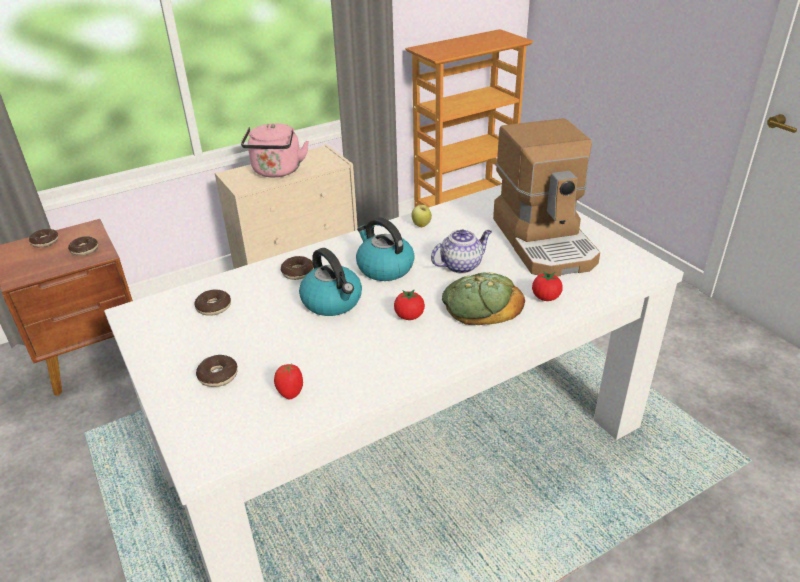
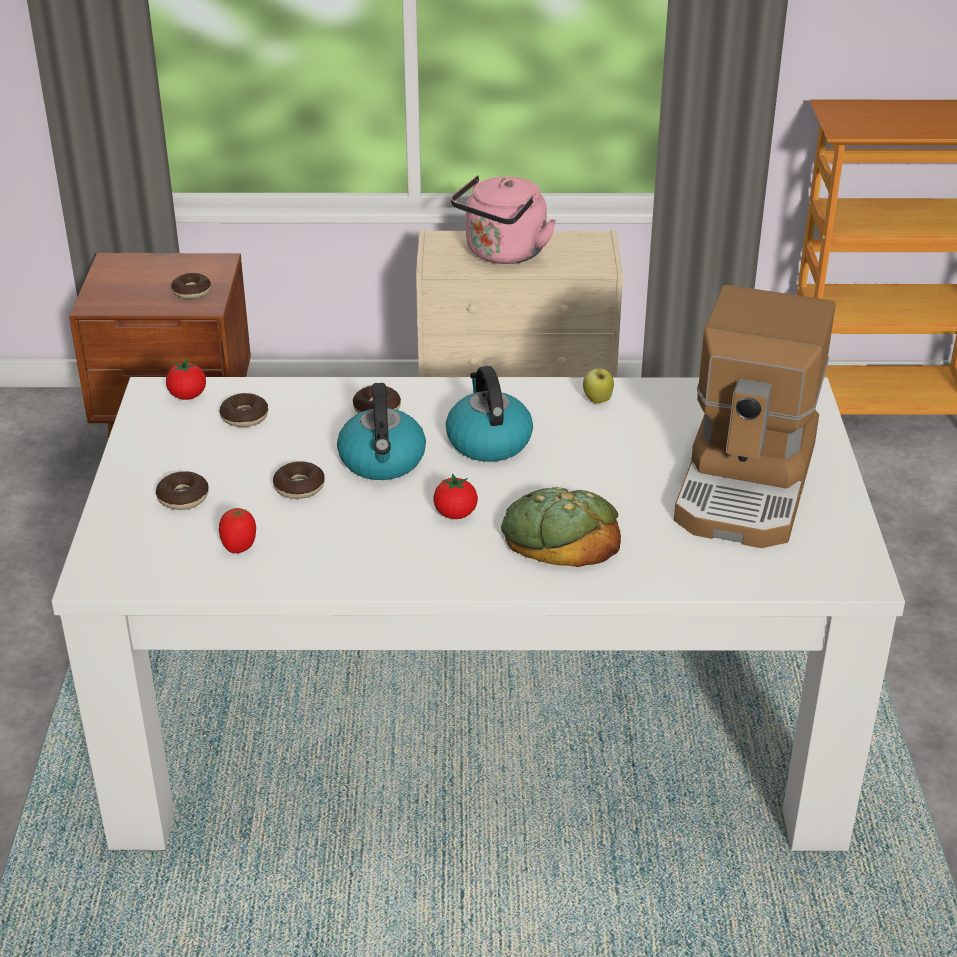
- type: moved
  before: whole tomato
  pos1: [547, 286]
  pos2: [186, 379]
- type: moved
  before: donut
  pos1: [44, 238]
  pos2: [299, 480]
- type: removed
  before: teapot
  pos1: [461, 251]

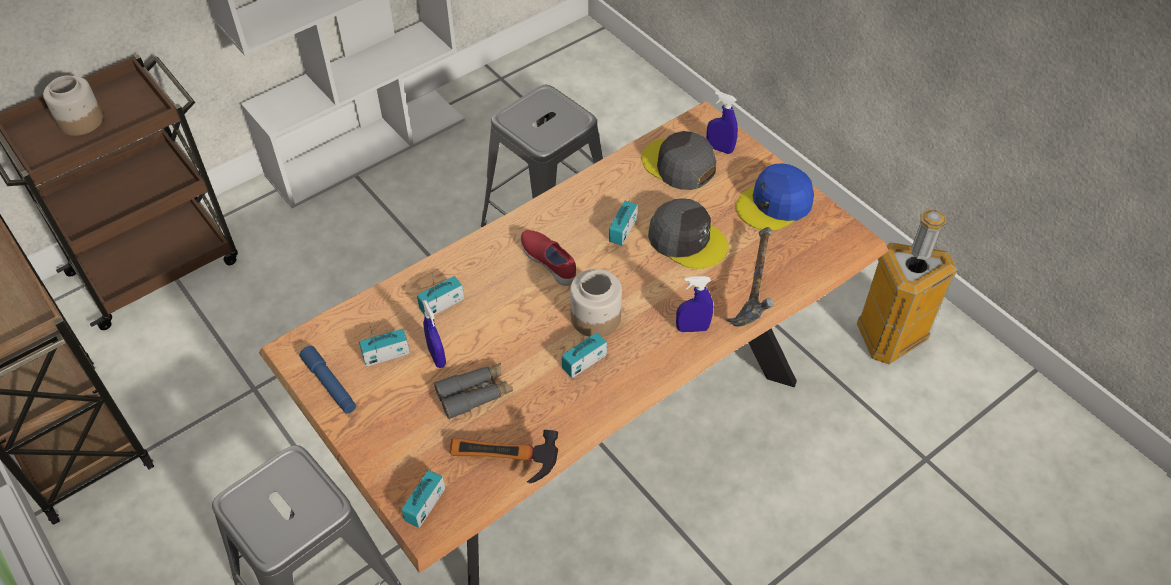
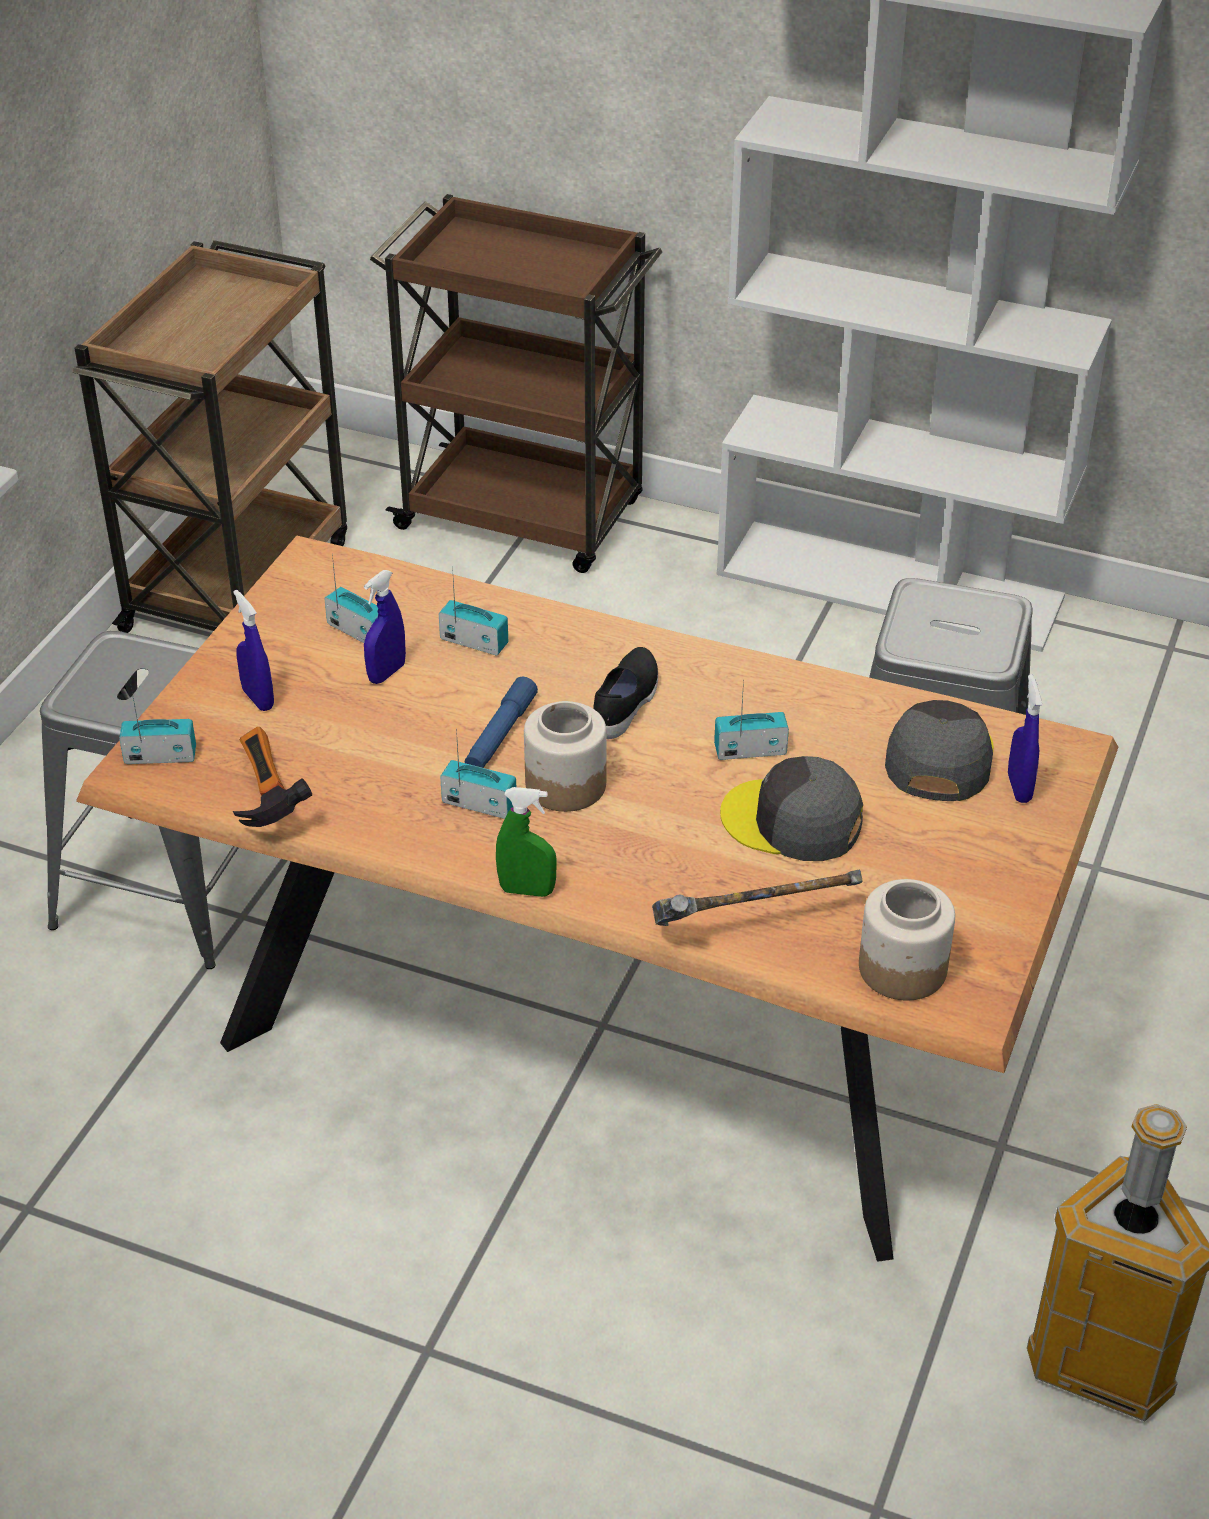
- type: moved
  before: hand sprayer (blue-coloured)
  pos1: [694, 304]
  pos2: [253, 650]
- type: moved
  before: flashlight (blue-coloured)
  pos1: [328, 380]
  pos2: [501, 722]
- type: added
  after: hand sprayer (green-coloured)
  pos2: [526, 842]
- type: recoloured
  before: low shoe (red)
  after: low shoe (black)
  pos1: [548, 258]
  pos2: [625, 693]
- type: turned
  before: peaked cap (grey)
  pos1: [688, 233]
  pos2: [791, 808]
  turn: 105
- type: moved
  before: jar
  pos1: [73, 106]
  pos2: [907, 939]
- type: removed
  before: binoculars (grey)
  pos1: [473, 391]
- type: removed
  before: peaked cap (blue-coloured)
  pos1: [775, 197]

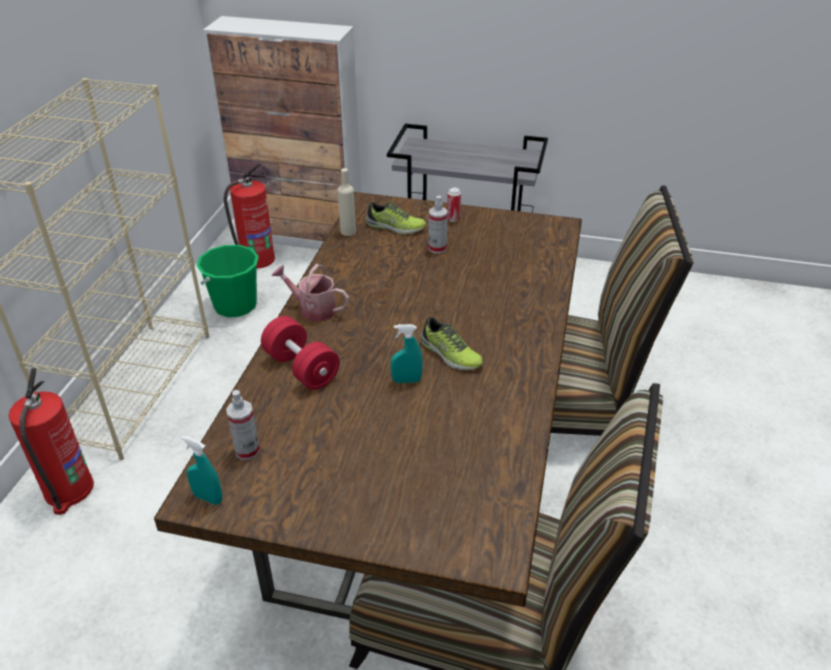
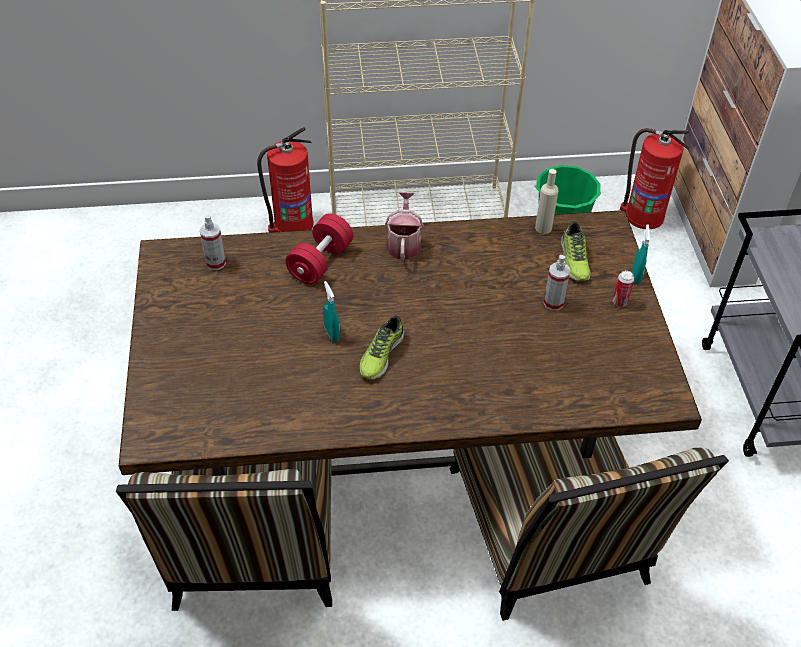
- type: moved
  before: hand sprayer (turquoise)
  pos1: [201, 470]
  pos2: [641, 254]

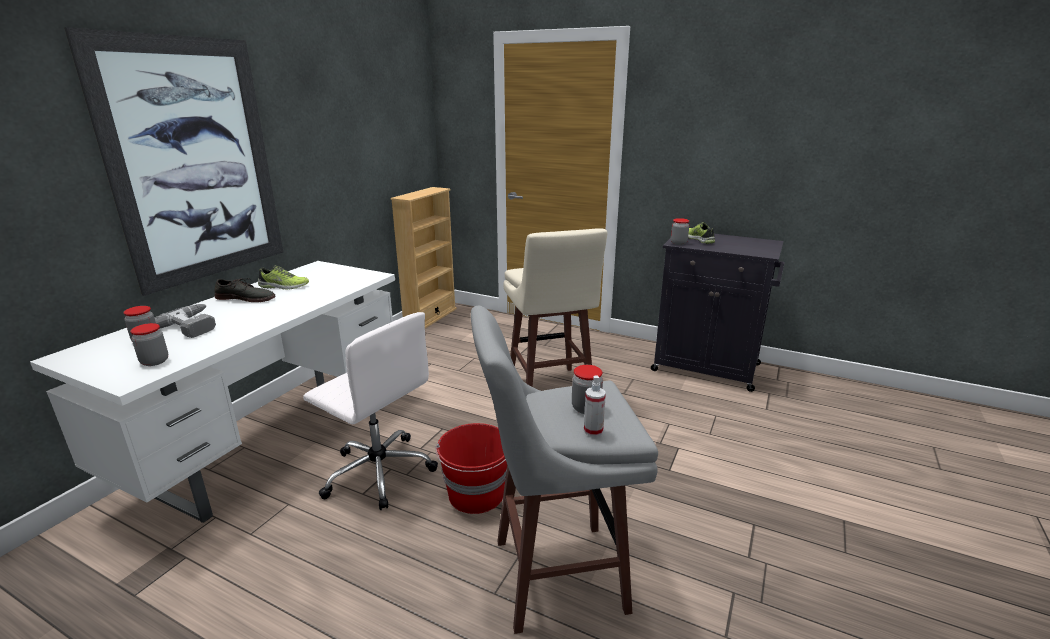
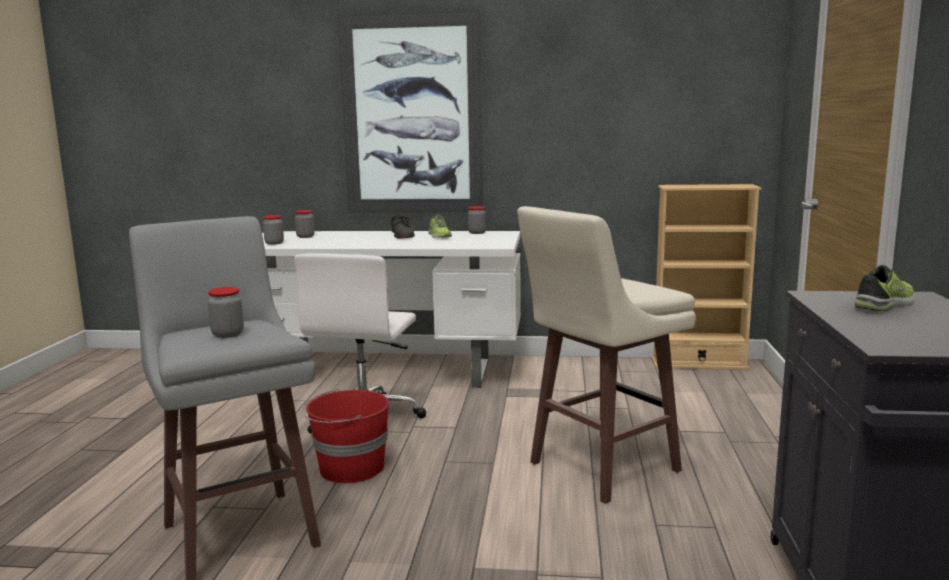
- type: moved
  before: jar
  pos1: [680, 231]
  pos2: [477, 220]
- type: removed
  before: drill
  pos1: [185, 321]
- type: removed
  before: hand sprayer
  pos1: [595, 406]

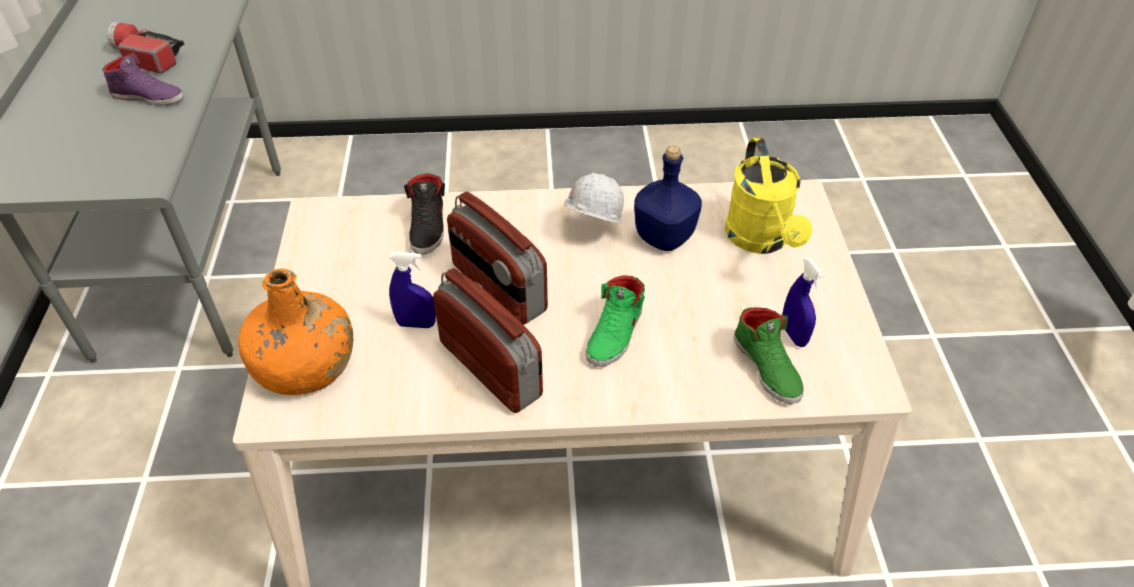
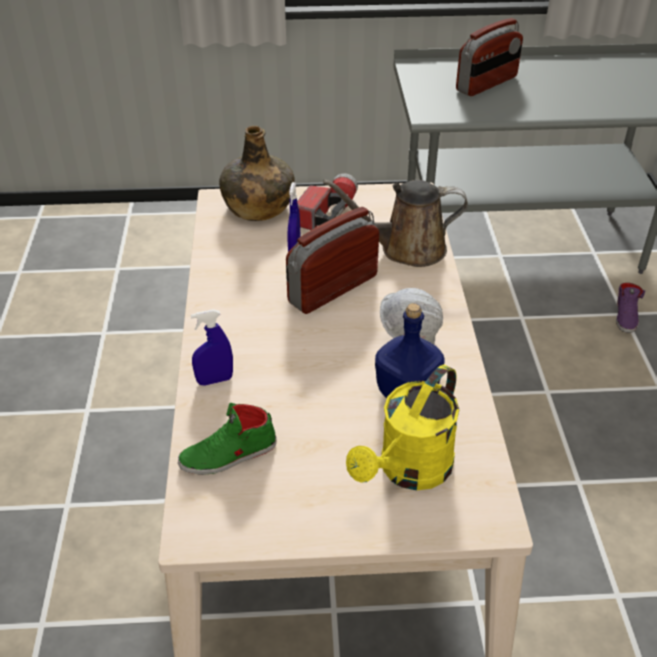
- type: moved
  before: hand sprayer (blue-coloured)
  pos1: [803, 302]
  pos2: [212, 347]
- type: recoloured
  before: bottle (orangey)
  after: bottle (green-coloured)
  pos1: [295, 332]
  pos2: [257, 173]
- type: moved
  before: flashlight
  pos1: [145, 48]
  pos2: [327, 201]
- type: replaced
  before: low shoe (black)
  after: watering can (brownish)
  pos1: [424, 213]
  pos2: [395, 223]
- type: turned
  before: watering can (yellow-coloured)
  pos1: [768, 195]
  pos2: [402, 427]
  turn: -45
- type: moved
  before: radio
  pos1: [488, 340]
  pos2: [489, 57]
- type: moved
  before: low shoe (purplish)
  pos1: [143, 79]
  pos2: [630, 308]
- type: removed
  before: low shoe (green-coloured)
  pos1: [615, 321]

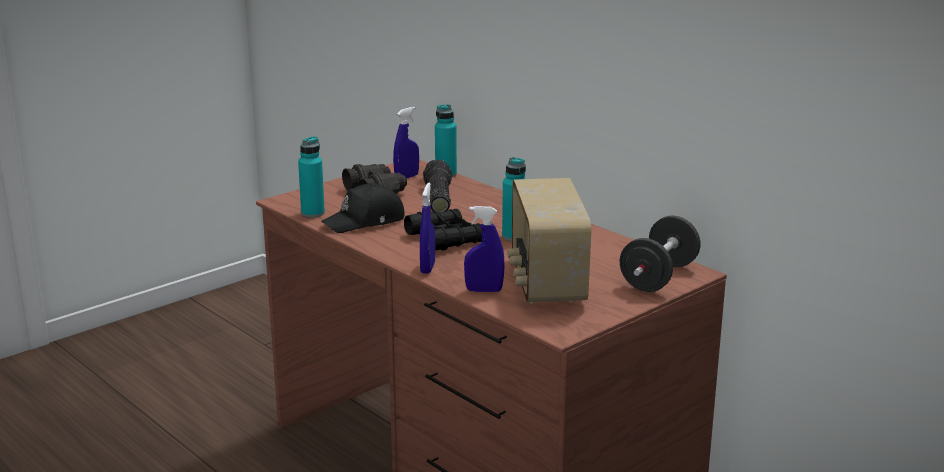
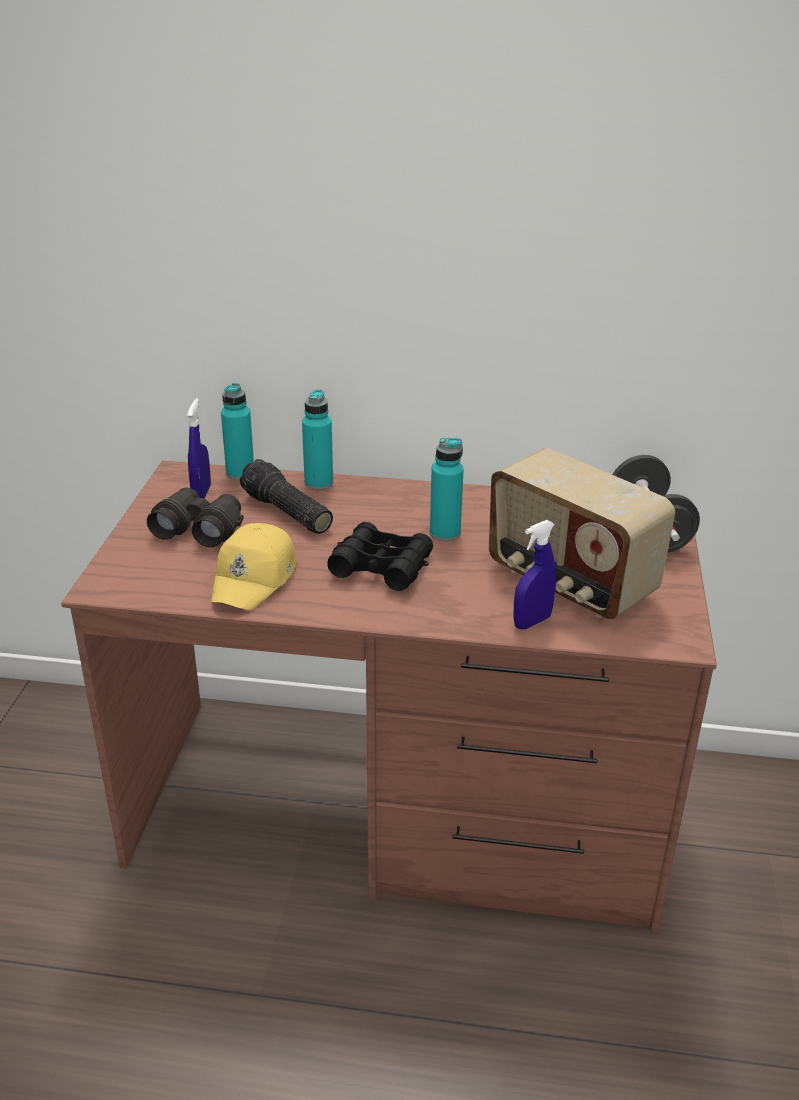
- type: recoloured
  before: peaked cap (black)
  after: peaked cap (yellow-coloured)
  pos1: [363, 208]
  pos2: [254, 566]
- type: moved
  before: bottle (turquoise)
  pos1: [311, 177]
  pos2: [317, 440]
- type: removed
  before: hand sprayer (blue-coloured)
  pos1: [427, 228]

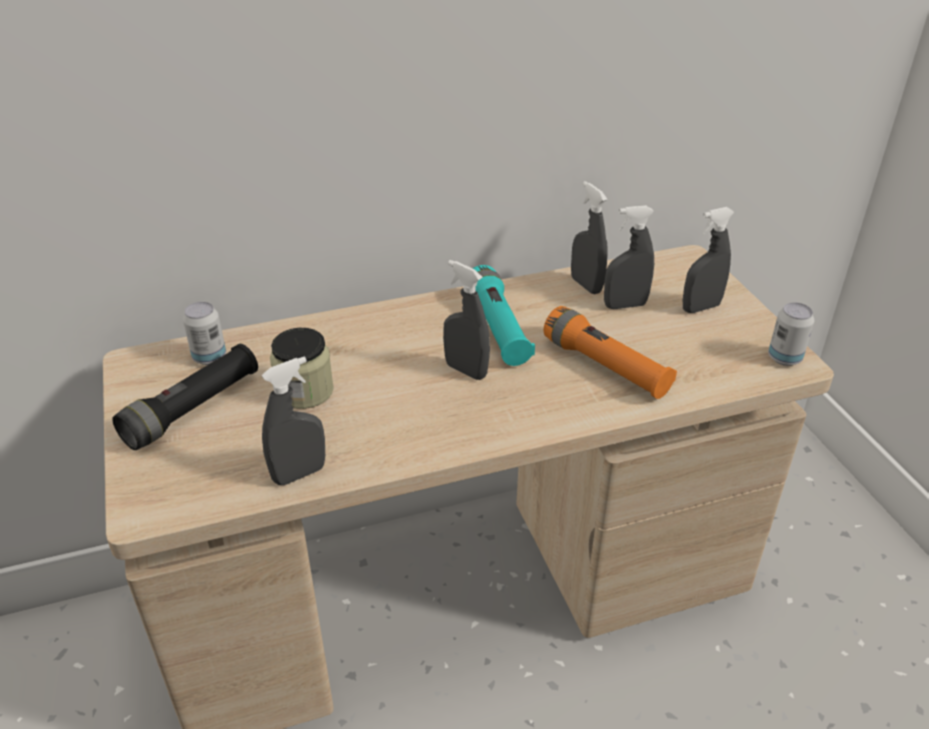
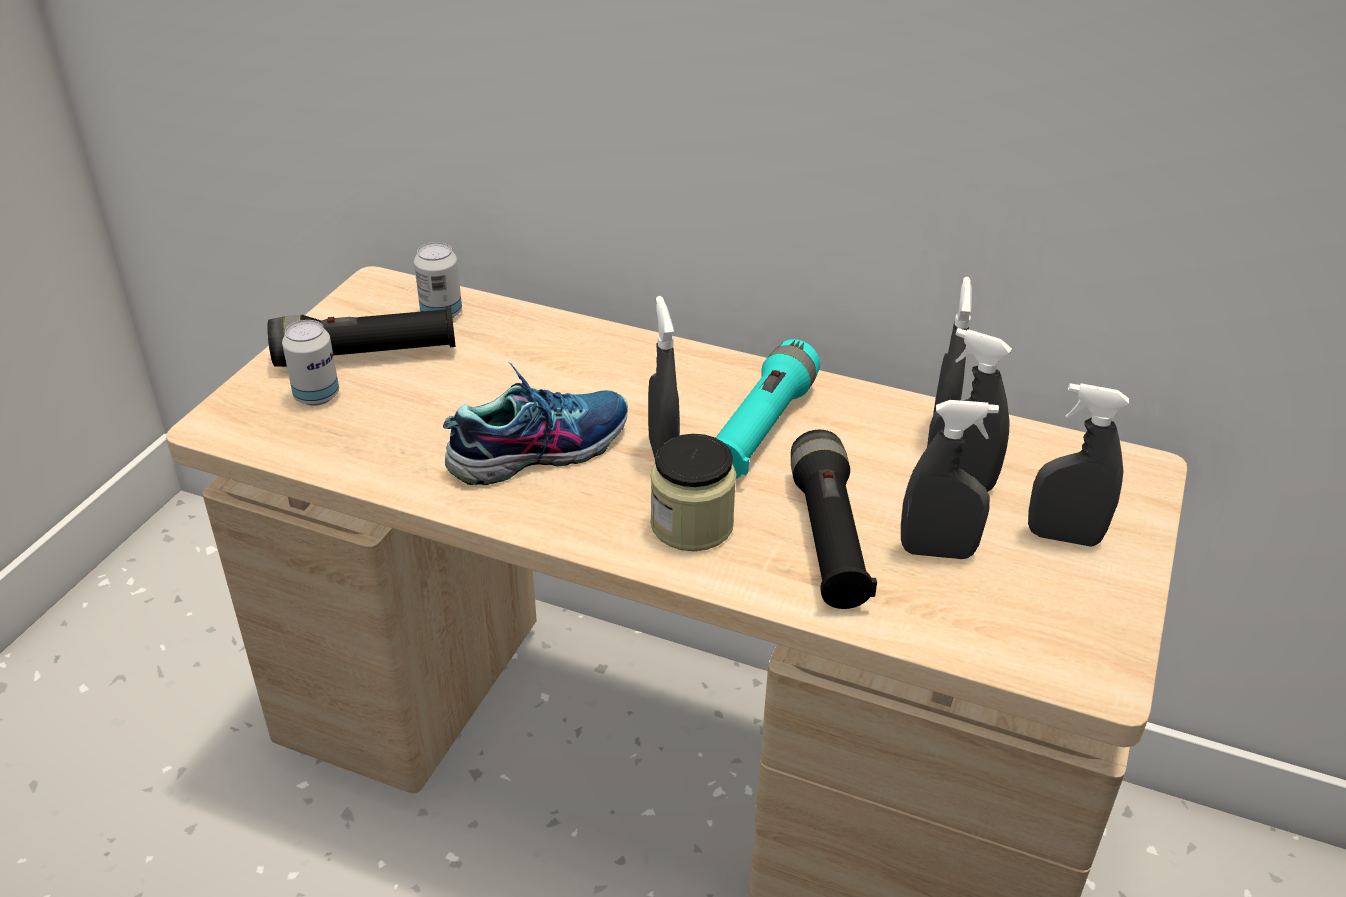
- type: moved
  before: can
  pos1: [791, 334]
  pos2: [310, 363]
- type: added
  after: low shoe
  pos2: [535, 423]
- type: moved
  before: jar
  pos1: [302, 368]
  pos2: [693, 492]
- type: recoloured
  before: flashlight (orangey)
  after: flashlight (black)
  pos1: [610, 352]
  pos2: [834, 519]
- type: moved
  before: hand sprayer (grey)
  pos1: [293, 420]
  pos2: [950, 479]

